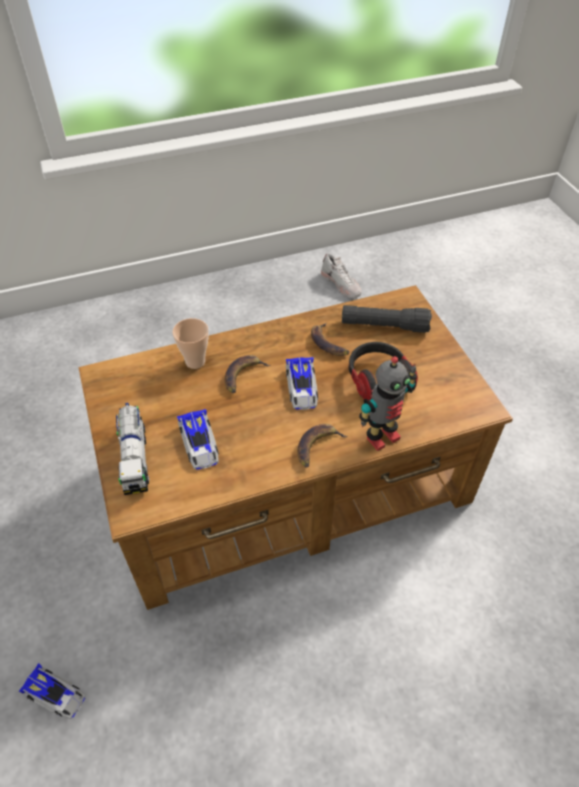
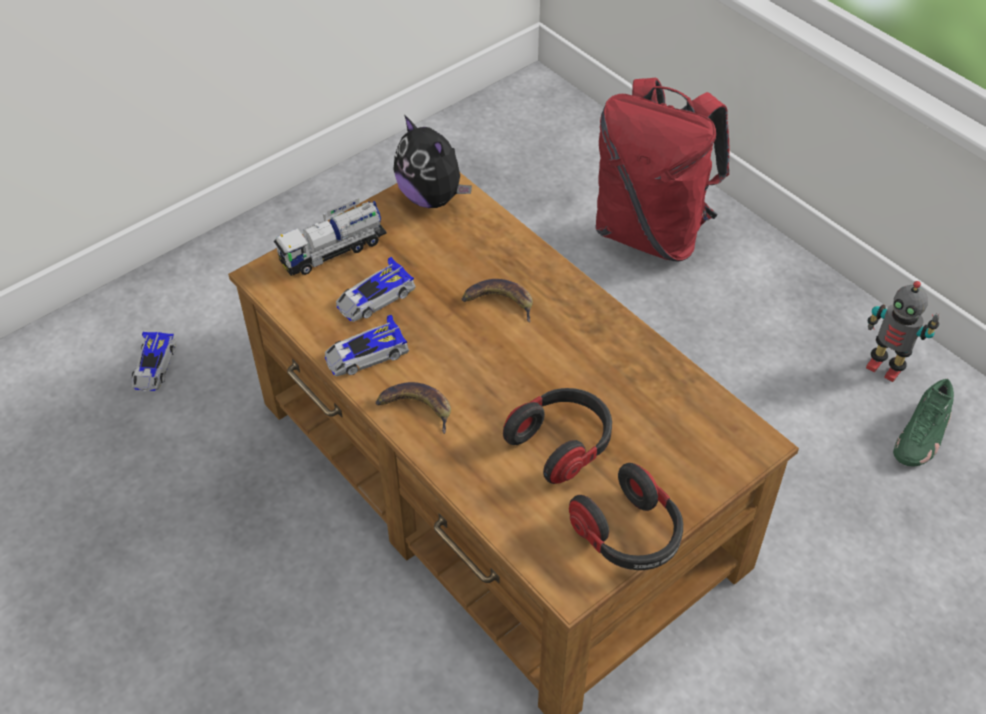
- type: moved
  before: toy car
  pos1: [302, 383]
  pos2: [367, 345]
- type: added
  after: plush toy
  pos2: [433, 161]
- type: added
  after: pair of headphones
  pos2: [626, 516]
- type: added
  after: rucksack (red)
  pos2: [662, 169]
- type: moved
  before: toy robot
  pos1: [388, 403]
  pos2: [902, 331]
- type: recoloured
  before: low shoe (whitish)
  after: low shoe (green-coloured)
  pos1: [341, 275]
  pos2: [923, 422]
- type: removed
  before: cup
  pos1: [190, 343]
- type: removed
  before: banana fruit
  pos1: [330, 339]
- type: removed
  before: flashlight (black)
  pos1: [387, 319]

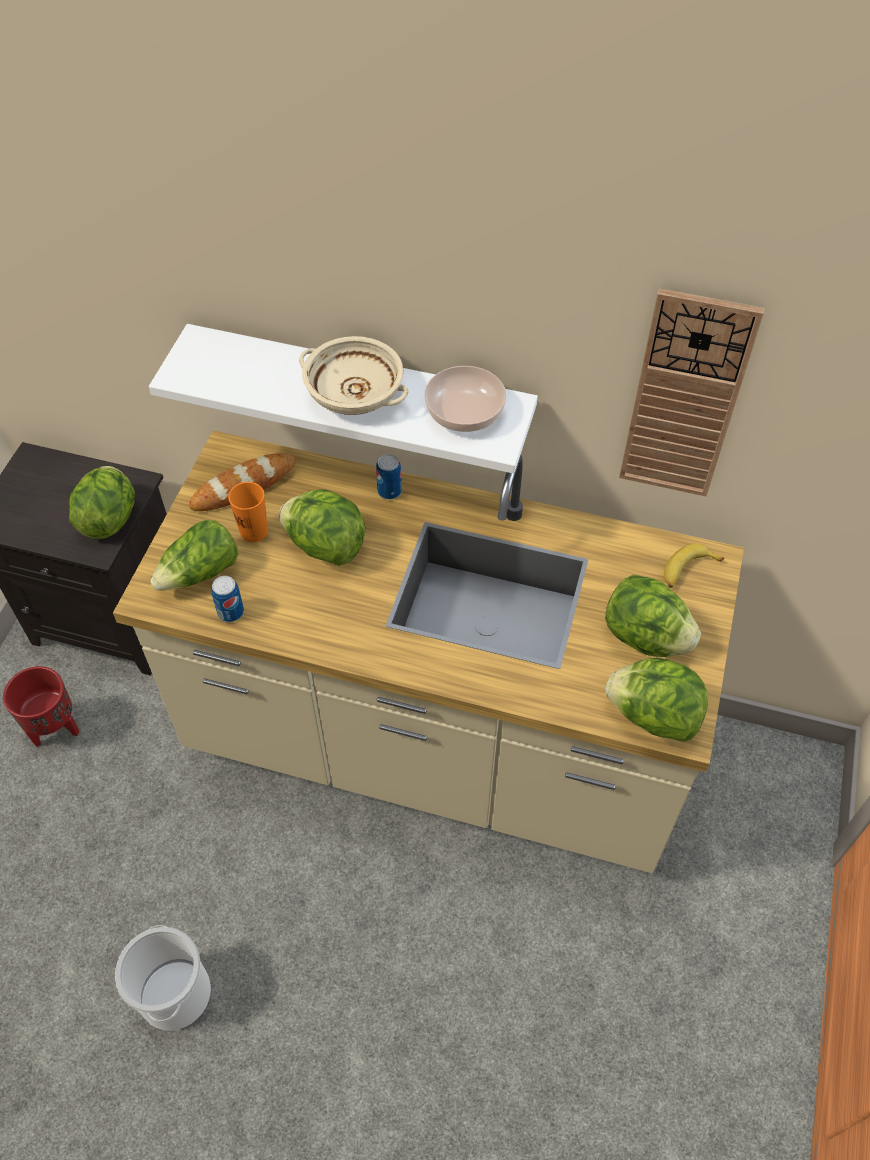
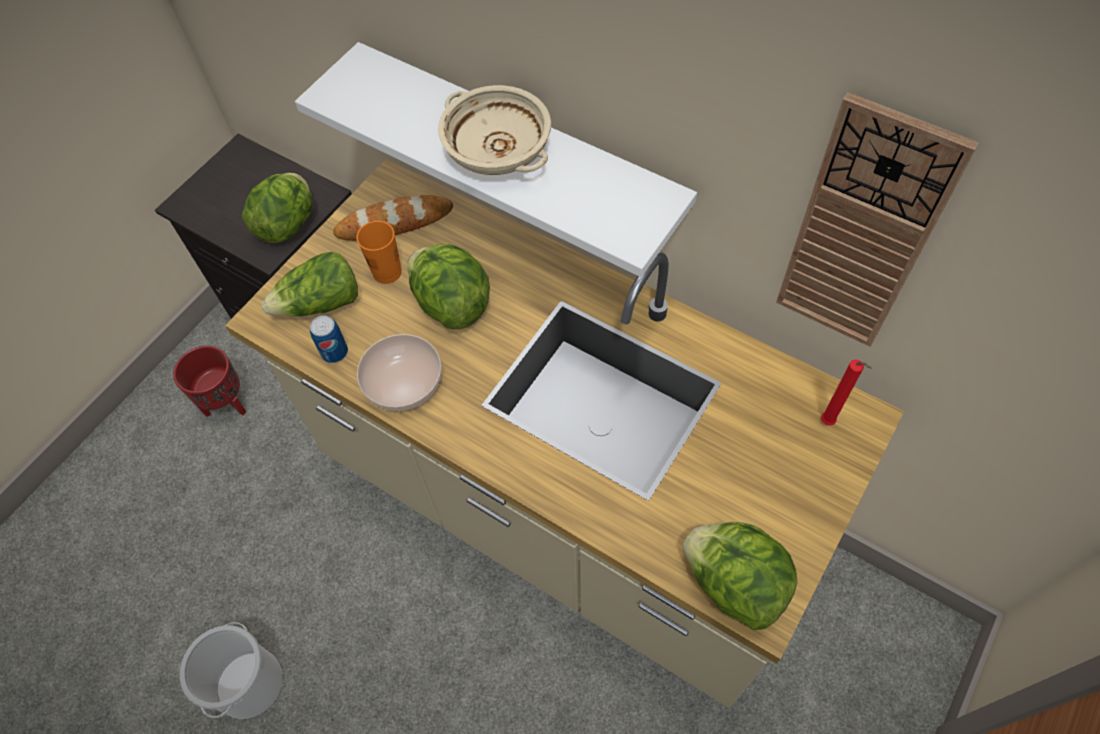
- type: moved
  before: deep dish
  pos1: [465, 399]
  pos2: [399, 372]
- type: replaced
  before: banana fruit
  after: wax light (red)
  pos1: [694, 566]
  pos2: [846, 392]
- type: removed
  before: can
  pos1: [389, 477]
- type: removed
  before: lettuce
  pos1: [653, 615]

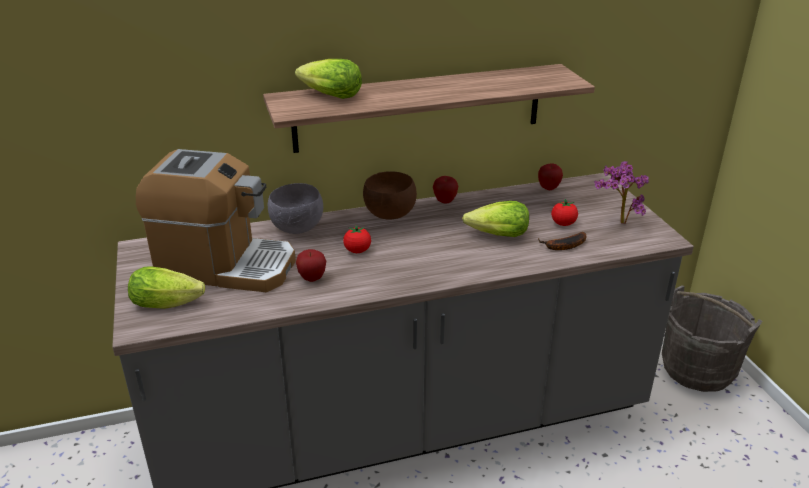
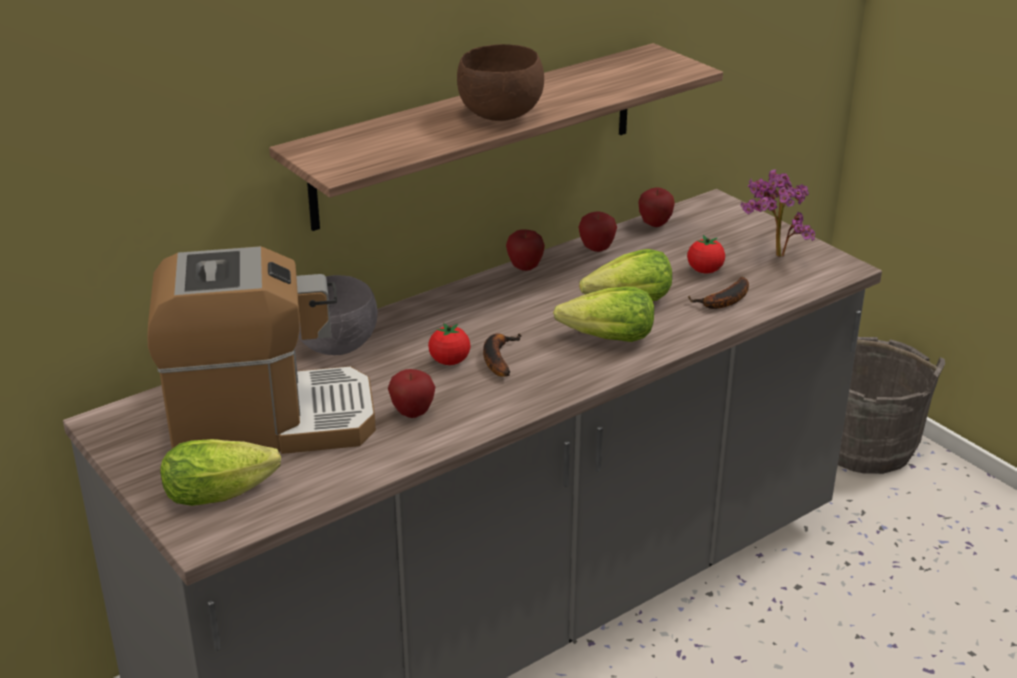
- type: moved
  before: deep dish (brownish)
  pos1: [390, 195]
  pos2: [500, 82]
- type: added
  after: banana fruit
  pos2: [502, 355]
- type: moved
  before: lettuce
  pos1: [328, 79]
  pos2: [603, 314]
- type: added
  after: apple
  pos2: [597, 231]

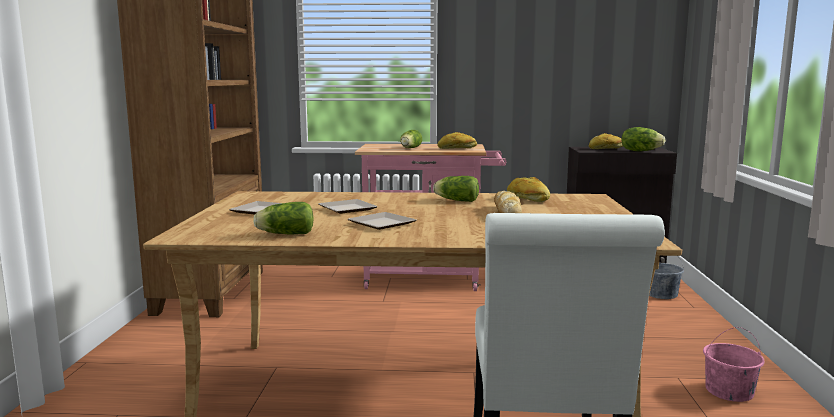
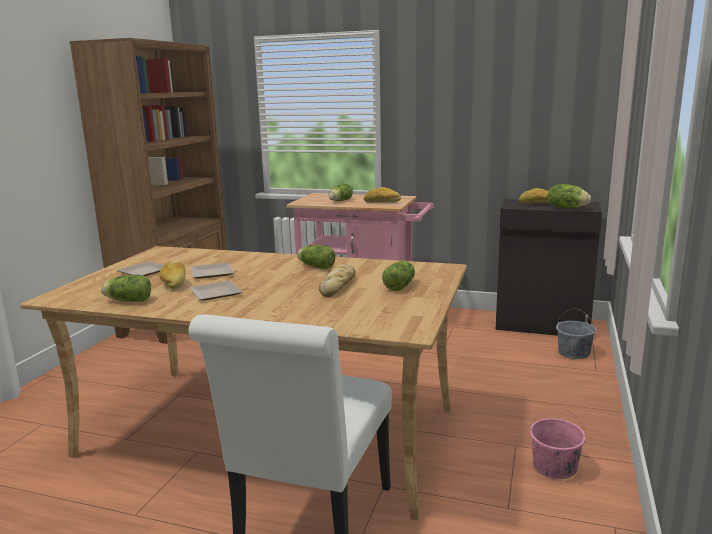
- type: moved
  before: bread
  pos1: [528, 189]
  pos2: [172, 275]
- type: added
  after: lettuce
  pos2: [398, 276]

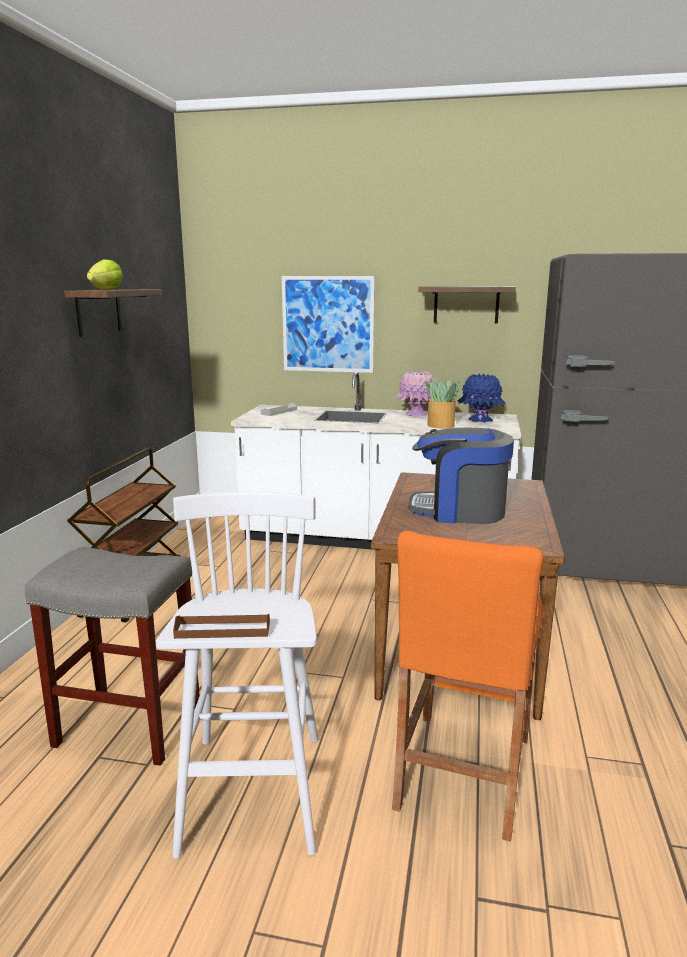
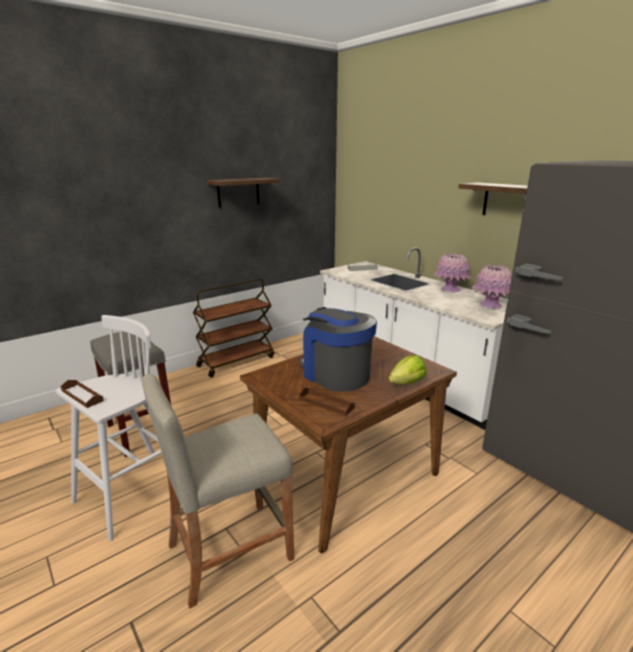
- type: recoloured
  before: stool seat (orangey)
  after: stool seat (beige)
  pos1: [467, 686]
  pos2: [218, 491]
- type: added
  after: serving tray (brownish)
  pos2: [327, 402]
- type: moved
  before: lettuce
  pos1: [105, 274]
  pos2: [407, 370]
- type: recoloured
  before: flower vase (blue-coloured)
  after: flower vase (pink)
  pos1: [482, 398]
  pos2: [491, 287]
- type: removed
  before: picture
  pos1: [328, 324]
- type: removed
  before: houseplant
  pos1: [442, 403]

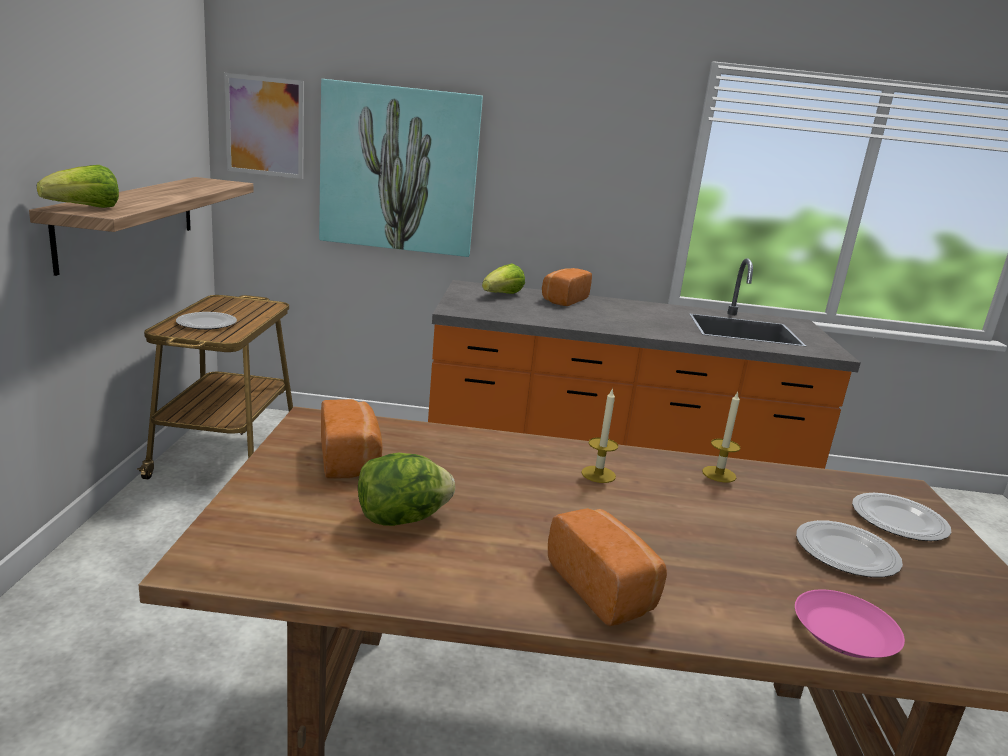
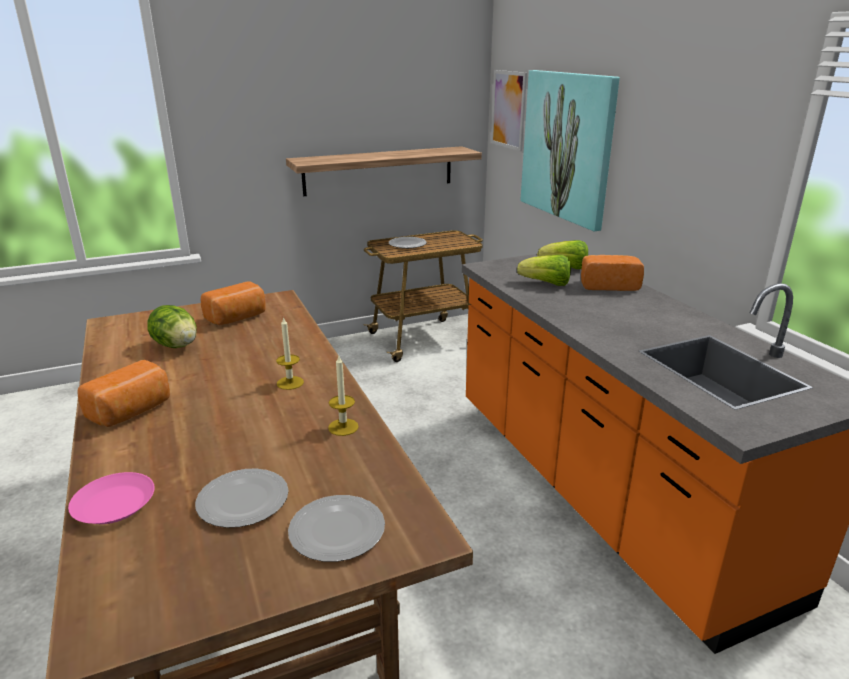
- type: moved
  before: lettuce
  pos1: [78, 186]
  pos2: [544, 270]

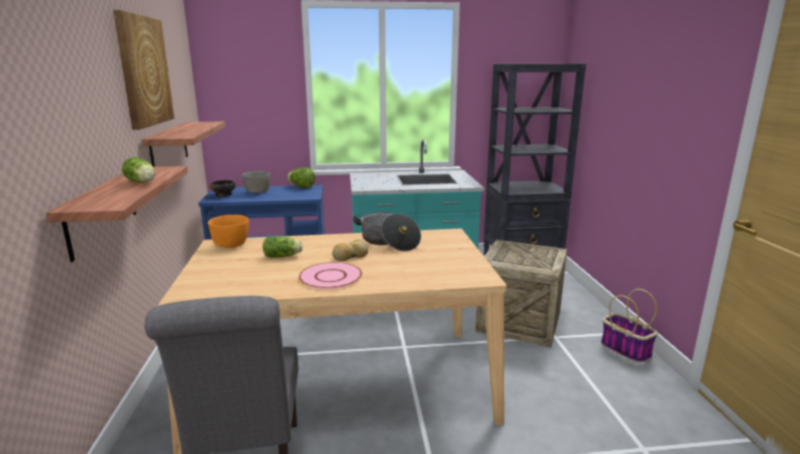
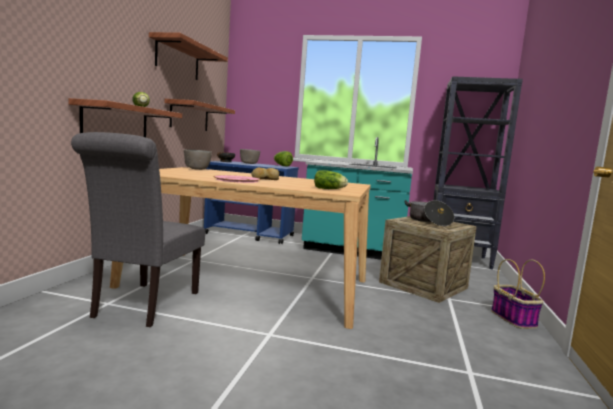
- type: replaced
  before: picture
  after: bracket shelf
  pos1: [143, 70]
  pos2: [188, 56]
- type: recoloured
  before: deep dish (orangey)
  after: deep dish (grey)
  pos1: [228, 231]
  pos2: [198, 159]
- type: moved
  before: lettuce
  pos1: [283, 247]
  pos2: [331, 179]
- type: moved
  before: stockpot
  pos1: [386, 232]
  pos2: [429, 213]

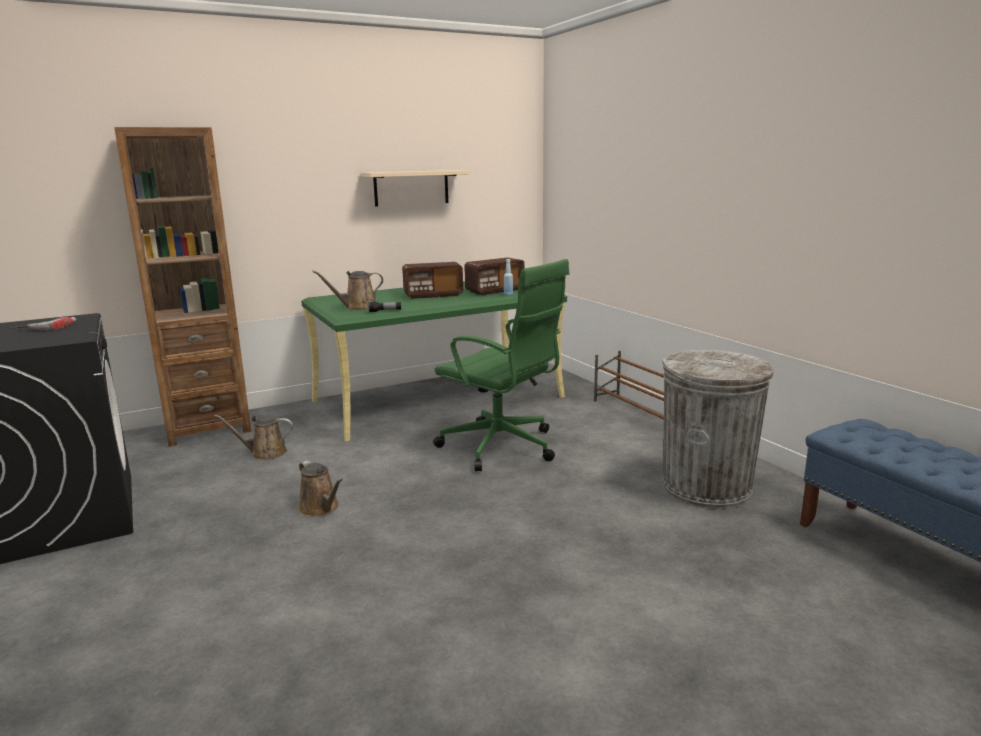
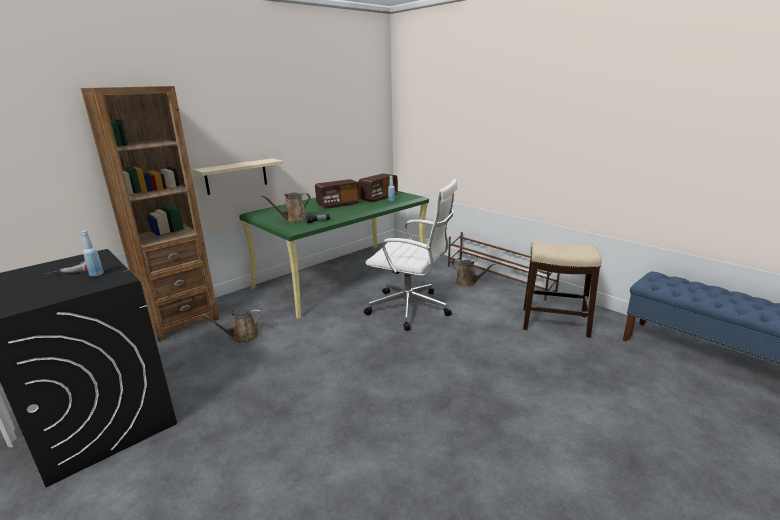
- type: added
  after: bottle (blue-coloured)
  pos2: [92, 253]
- type: moved
  before: bracket shelf (beige)
  pos1: [415, 188]
  pos2: [238, 176]
- type: recoloured
  before: desk chair (green-coloured)
  after: desk chair (whitish)
  pos1: [501, 365]
  pos2: [410, 255]
- type: moved
  before: watering can (brownish)
  pos1: [320, 488]
  pos2: [473, 272]
- type: replaced
  before: rubbish bin (grey)
  after: stool seat
  pos1: [718, 429]
  pos2: [562, 289]

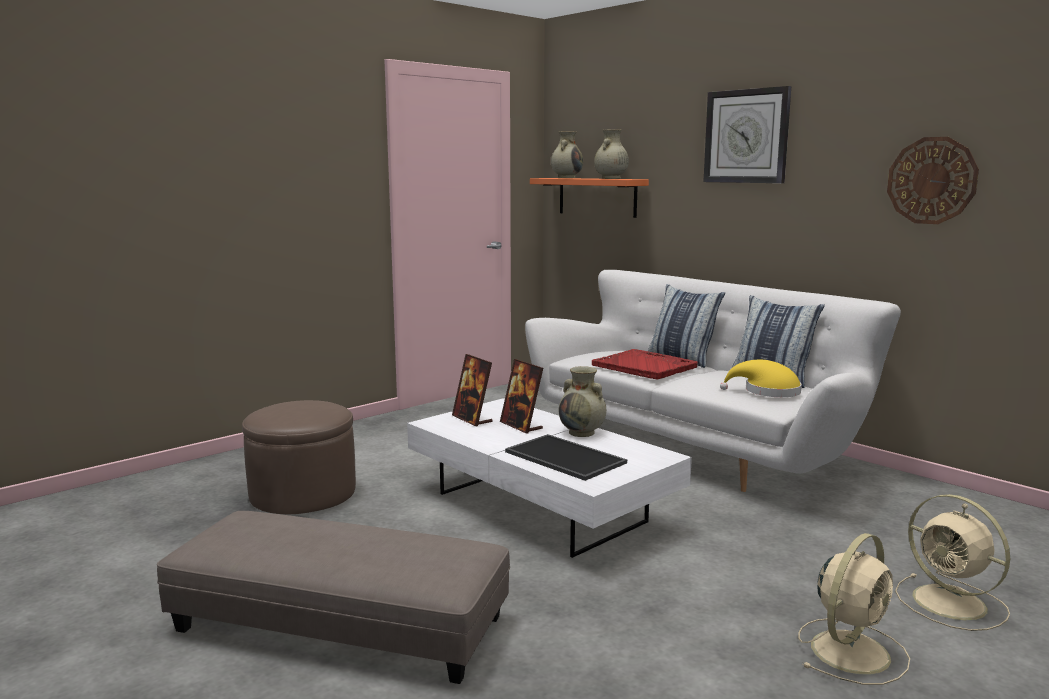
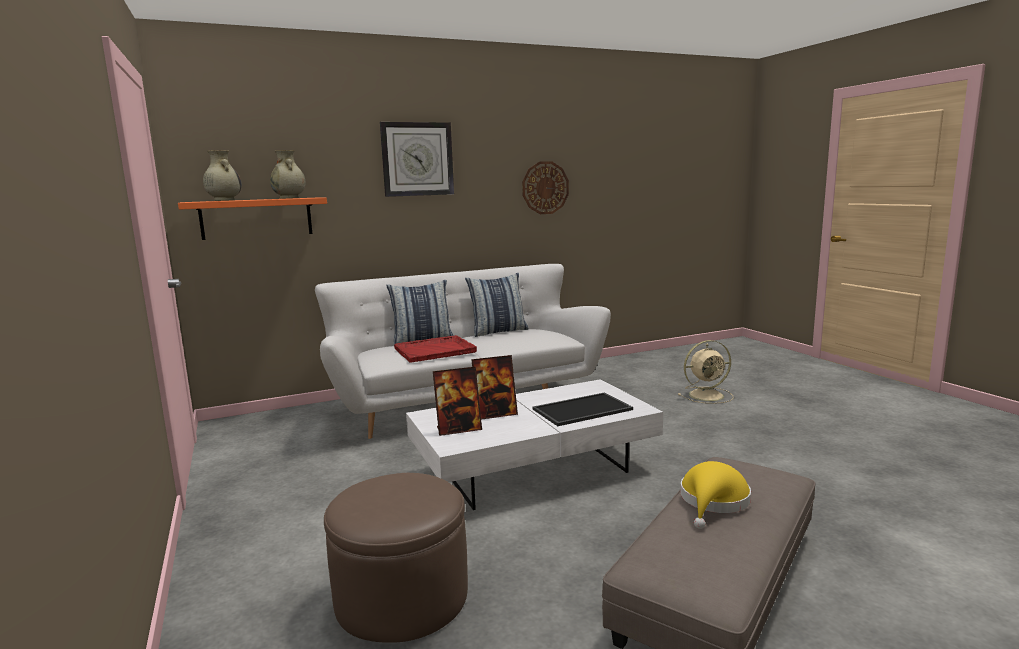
- type: moved
  before: hat (yellow-coloured)
  pos1: [761, 378]
  pos2: [715, 495]
- type: removed
  before: flower vase (beige)
  pos1: [582, 401]
- type: removed
  before: electric fan (beige)
  pos1: [854, 609]

